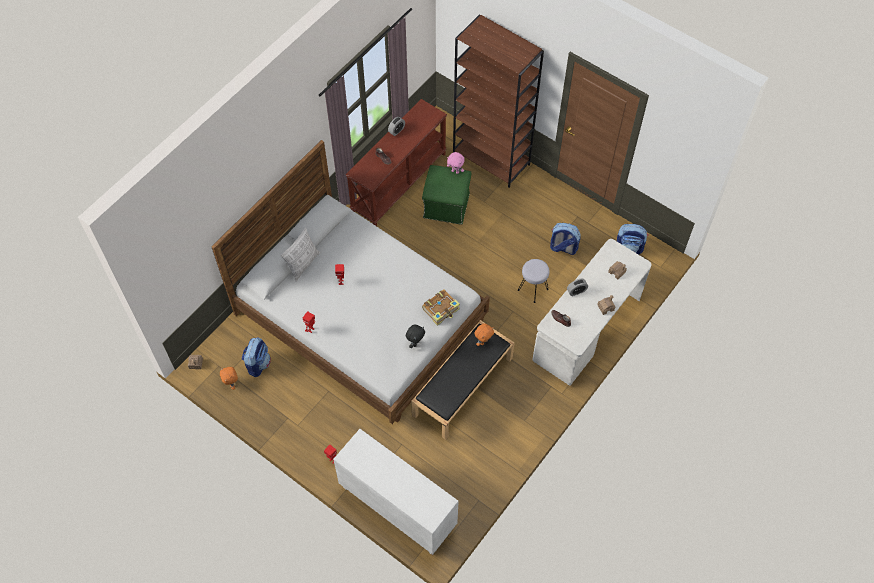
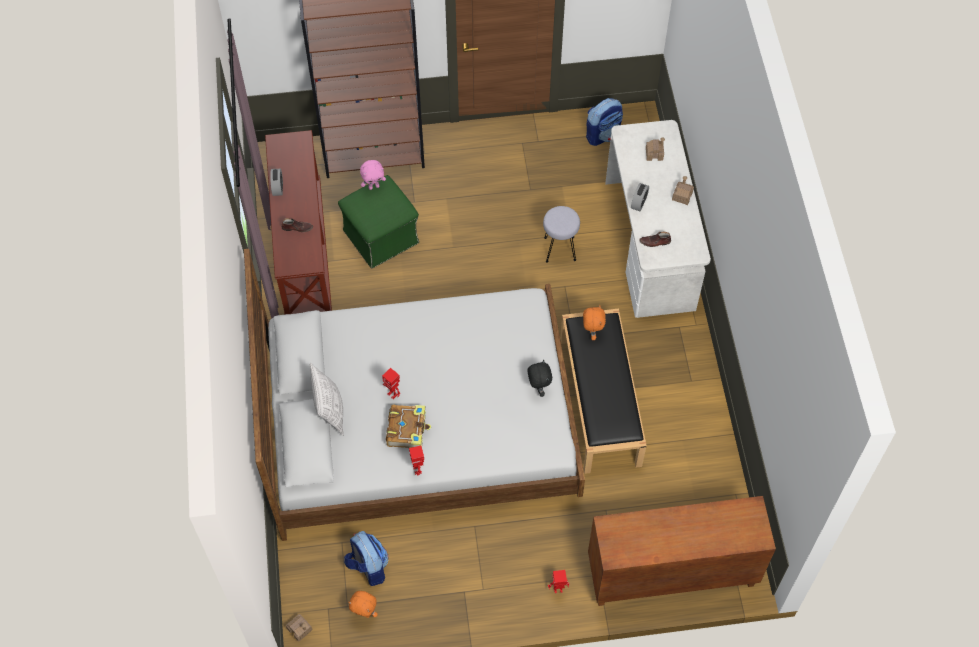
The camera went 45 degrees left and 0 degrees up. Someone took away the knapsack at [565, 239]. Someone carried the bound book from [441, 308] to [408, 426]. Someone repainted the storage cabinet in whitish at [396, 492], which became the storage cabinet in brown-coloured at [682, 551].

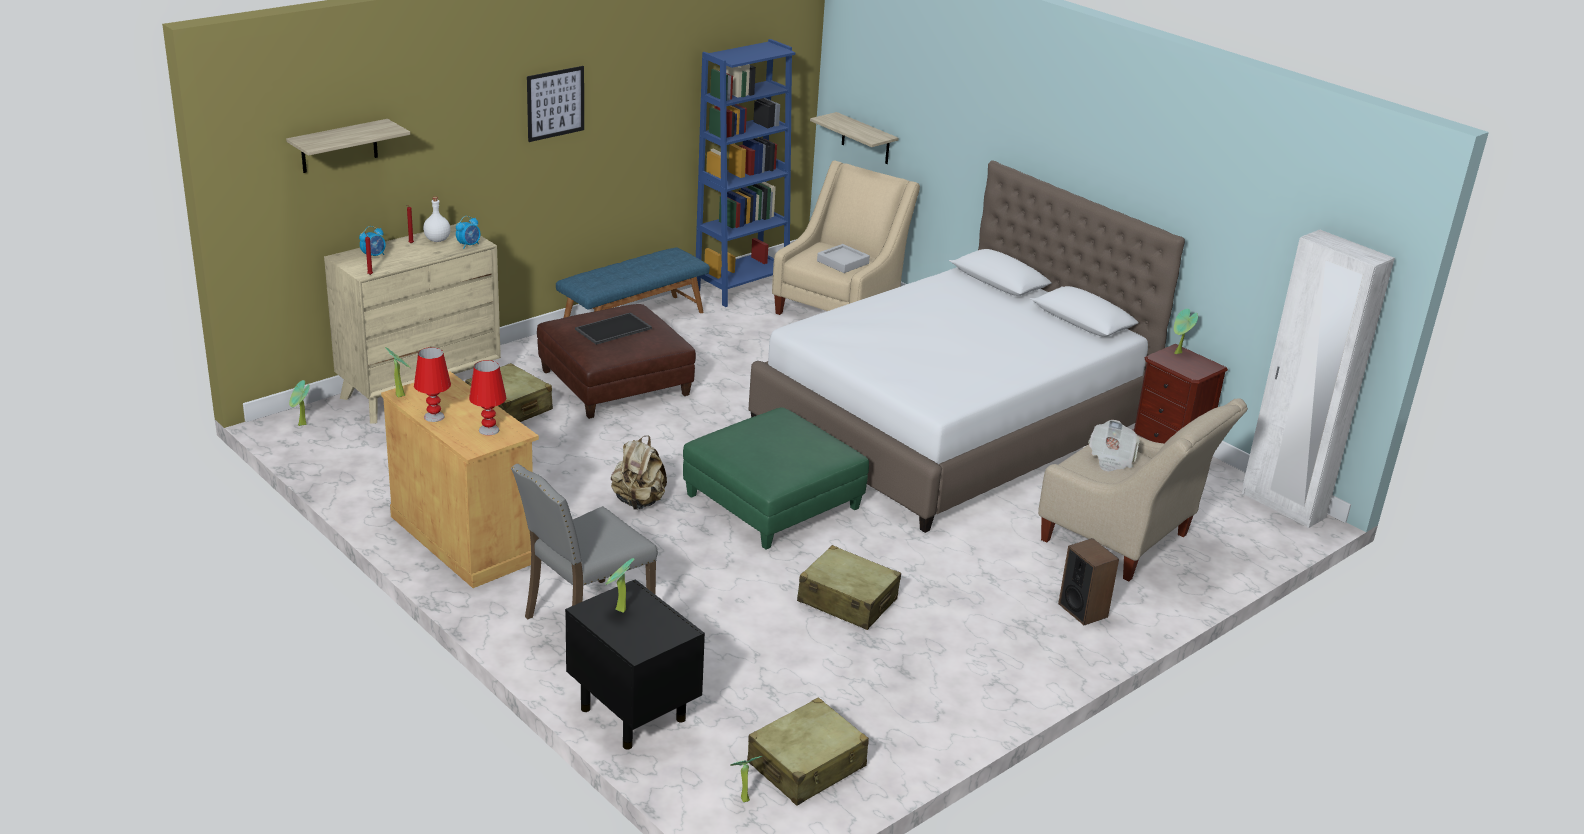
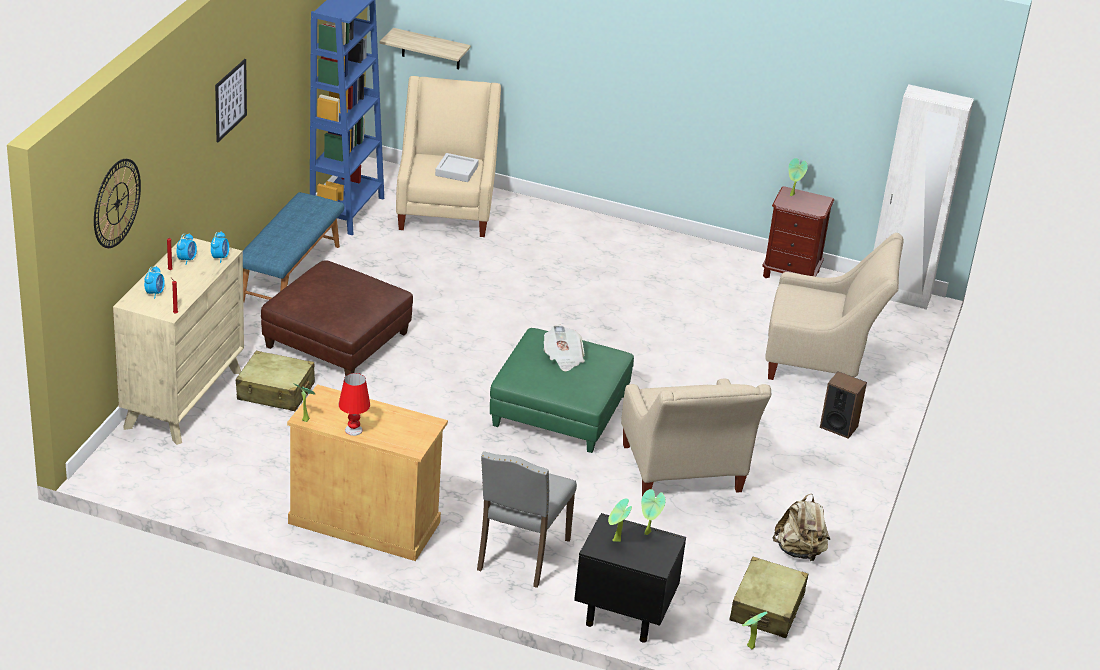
The camera went 30 degrees left and 5 degrees up. Someone took away the lamp for a table in reddish at [488, 397]. Someone took away the tray at [613, 328]. Someone took away the bed in whitish at [966, 347]. Someone carried the plant in a pot from [299, 403] to [653, 512]. Someone carried the knapsack in beige-coloured from [639, 472] to [801, 528]. Someone carried the daily paper from [1114, 445] to [564, 347]. Someone swapped the wall shelf at [348, 146] for the clock on the wall at [117, 203]. Someone swapped the beverage bottle in whitish at [437, 219] for the bedside clock at [186, 249]. Someone swapped the suitcase in beige-coloured at [849, 587] for the easy chair in beige-coloured at [696, 437].

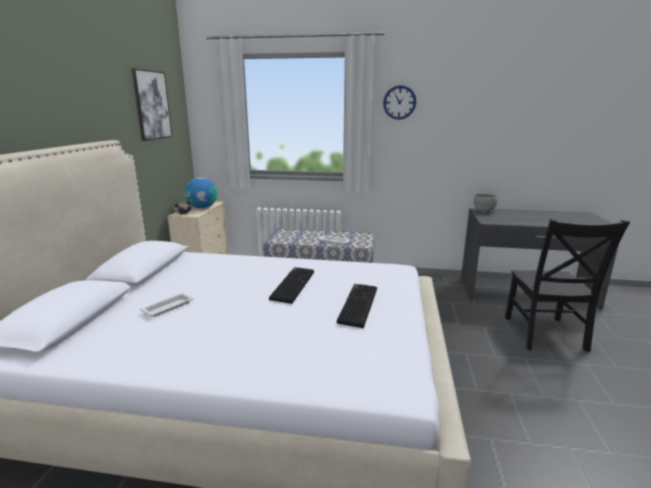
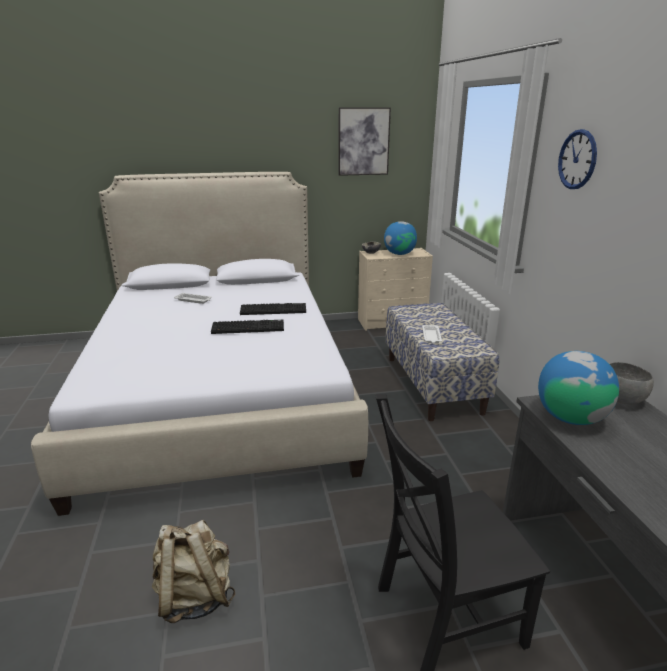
The camera went 70 degrees right and 5 degrees up. Someone put down the knapsack in beige-coloured at [193, 571]. Someone put down the globe at [578, 388]. Someone carried the PC keyboard from [357, 306] to [273, 309].

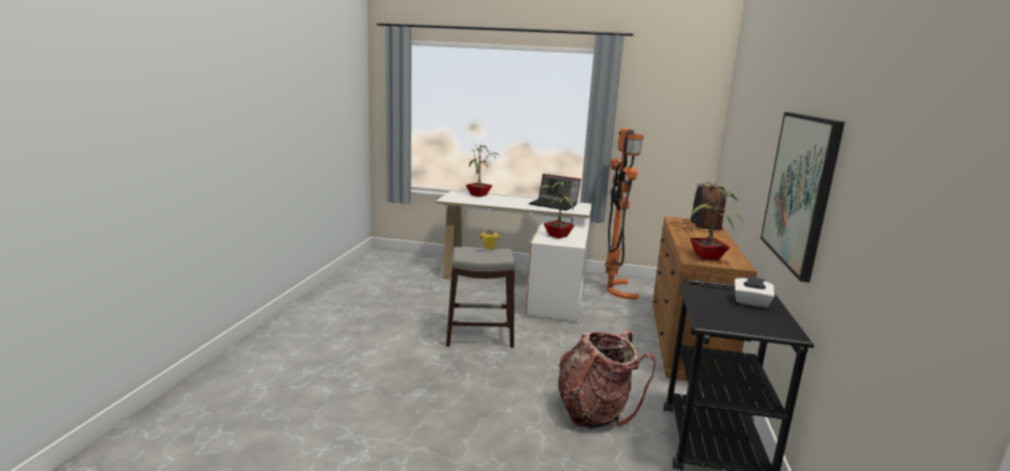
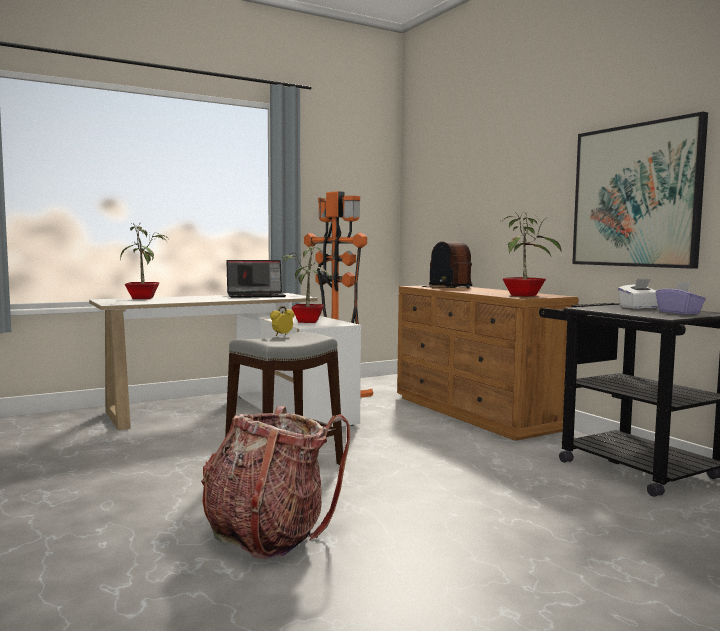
The camera went 40 degrees left and 10 degrees down. Someone put down the tissue box in purple-coloured at [680, 297]. Someone carried the knapsack from [607, 379] to [275, 482].

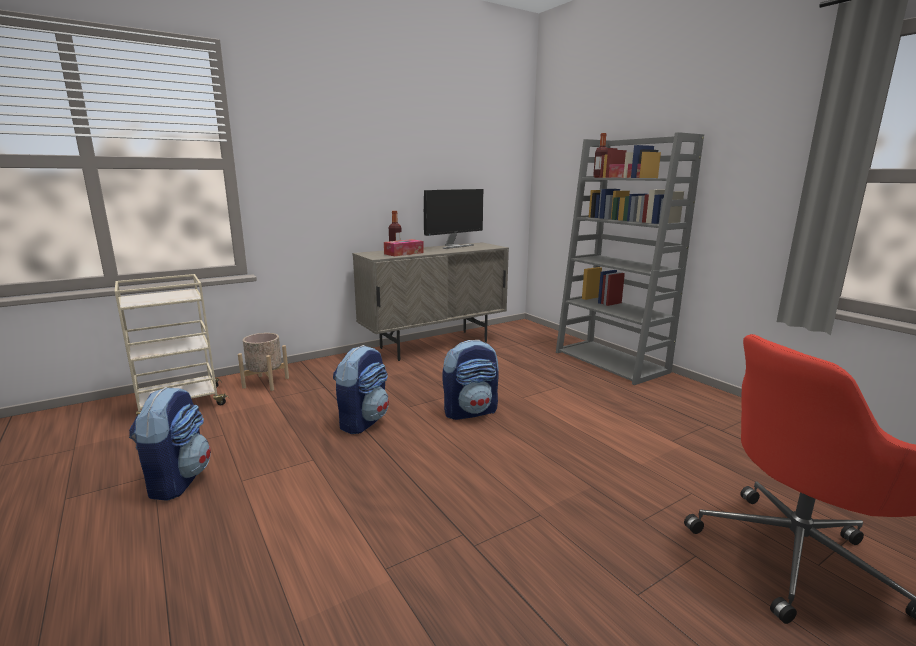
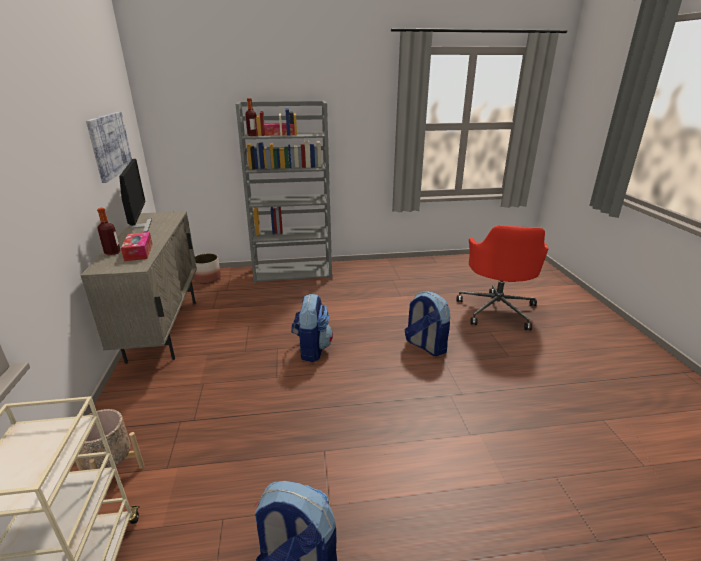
The camera went 65 degrees left and 10 degrees up. Someone put up the picture at [109, 147]. Someone put down the plant pot at [207, 268]. Someone carried the knapsack from [361, 389] to [427, 323].

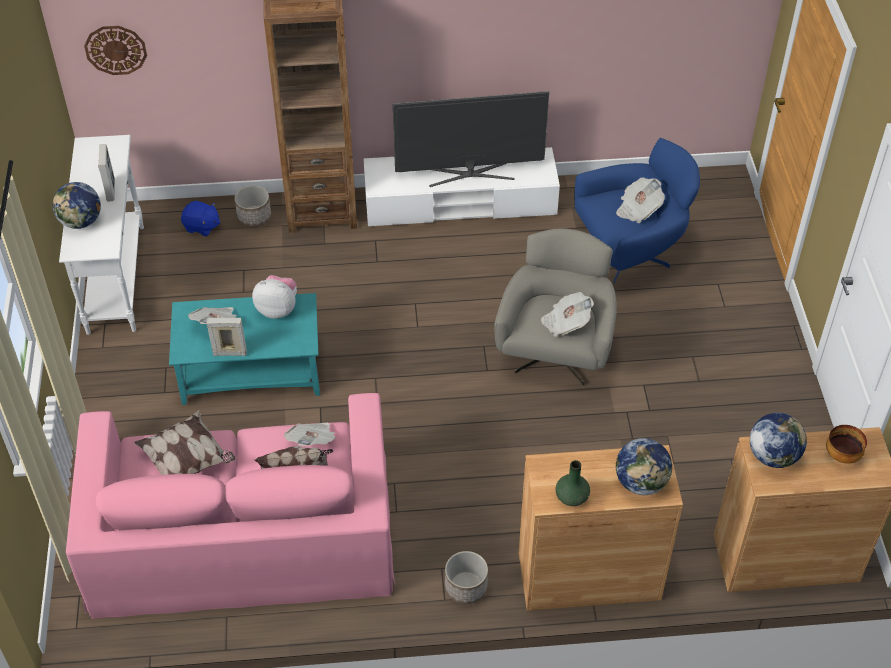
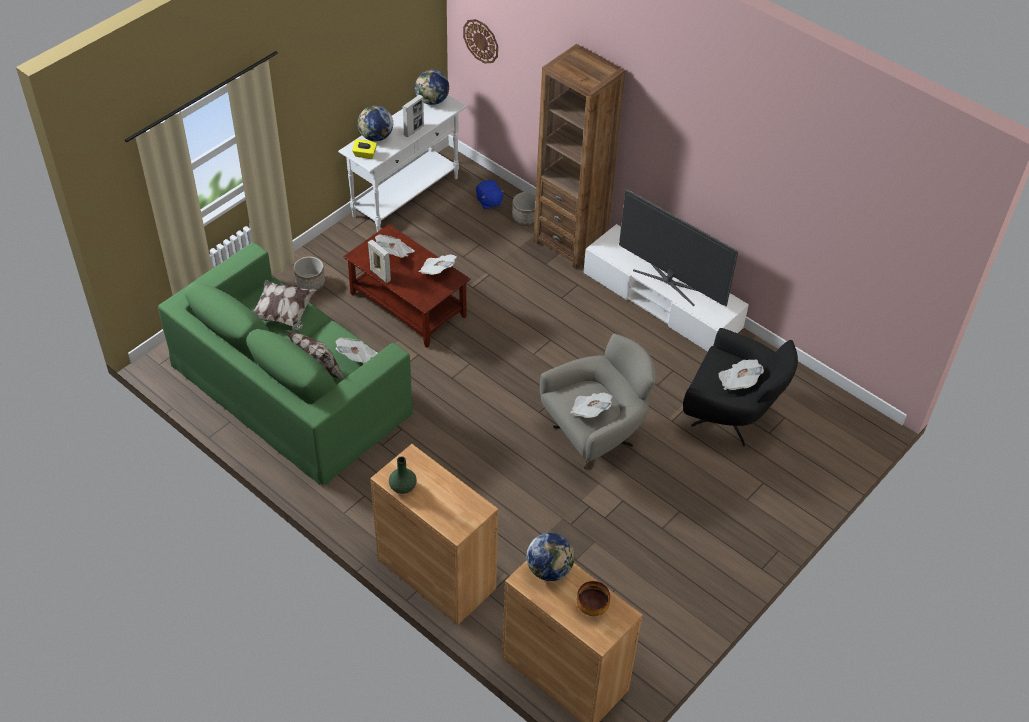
The camera went 45 degrees right and 0 degrees up. Someone put down the tissue box in yellow-coloured at [364, 149]. Someone carried the plant pot from [466, 577] to [309, 274]. Someone carried the globe from [644, 466] to [432, 87]. Someone swapped the cuddly toy at [274, 297] for the daily paper at [438, 264]. Someone repainted the sofa in pinkish at [231, 506], which became the sofa in green-coloured at [285, 363]. Someone repainted the low table in turquoise at [244, 349], which became the low table in brown-coloured at [406, 286]. Someone repainted the easy chair in blue-coloured at [637, 211], which became the easy chair in black at [740, 387].

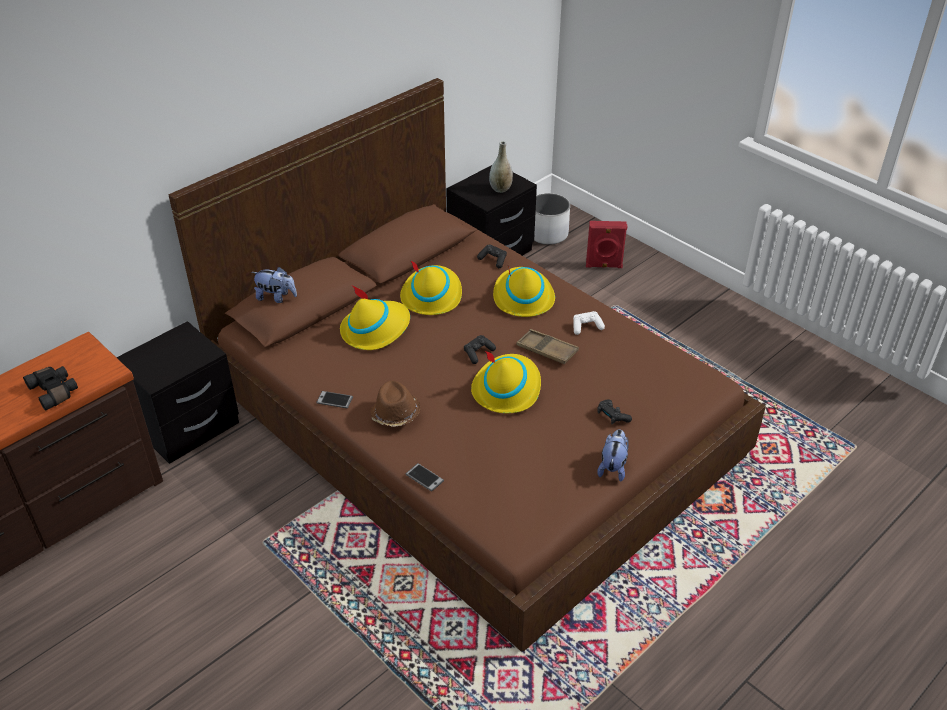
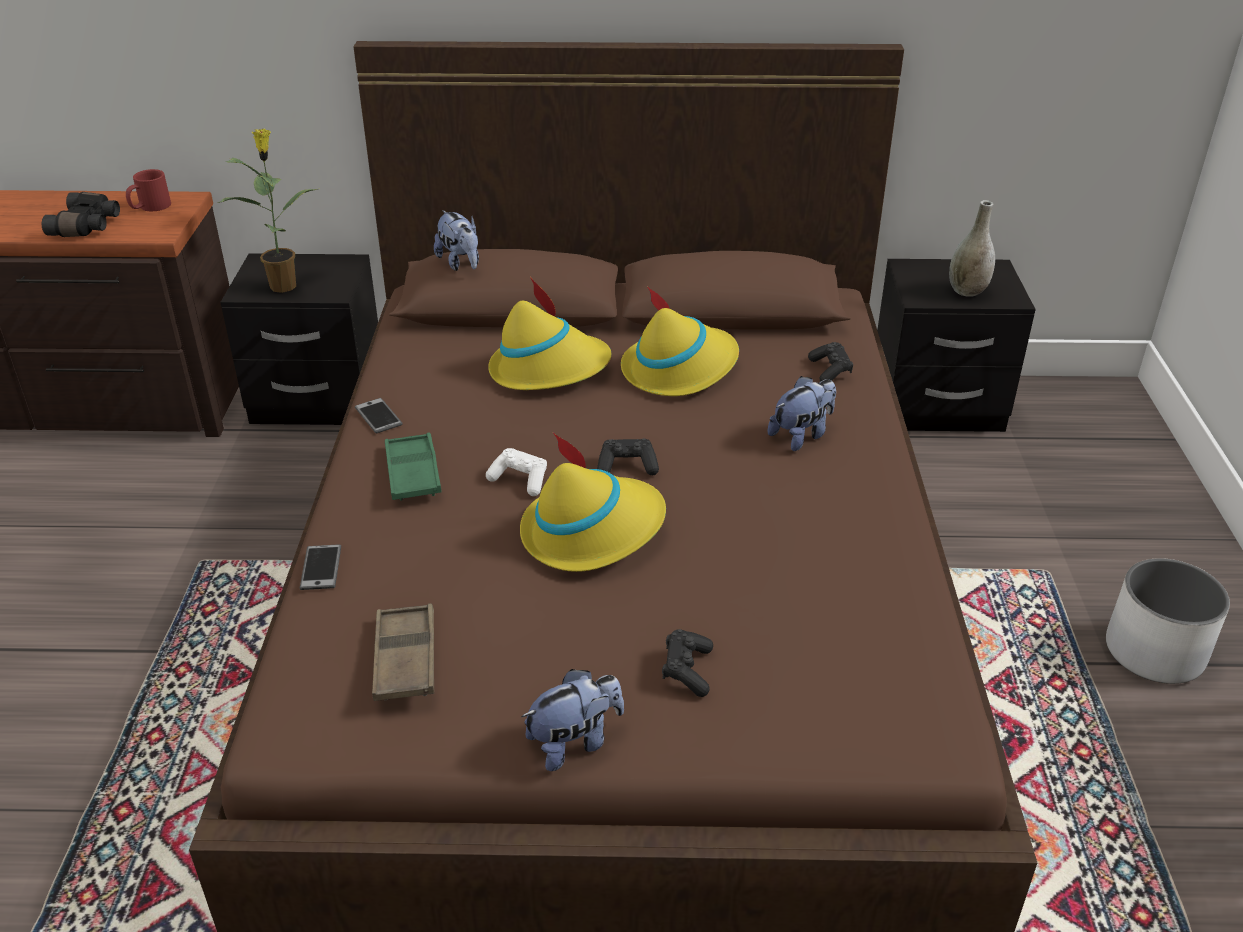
The camera went 45 degrees right and 5 degrees down. Someone took away the loudspeaker in reddish at [606, 244]. Someone put down the tea mug in reddish at [148, 190]. Someone put down the plant in a pot at [268, 211]. Someone carried the tray in brown-coloured from [547, 346] to [403, 652]. Someone carried the plant pot in whitish from [552, 219] to [1168, 621]. Someone carried the joypad in whitish from [589, 323] to [516, 472]. Someone swapped the hat in brown-coloured at [395, 403] for the tray in green-coloured at [413, 466]. Someone swapped the hat in yellow-coloured at [524, 291] for the cuddly toy at [802, 413].

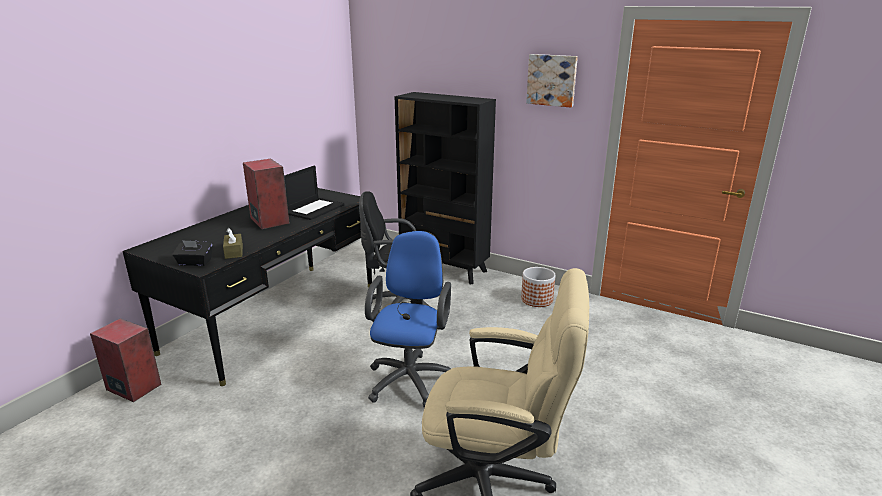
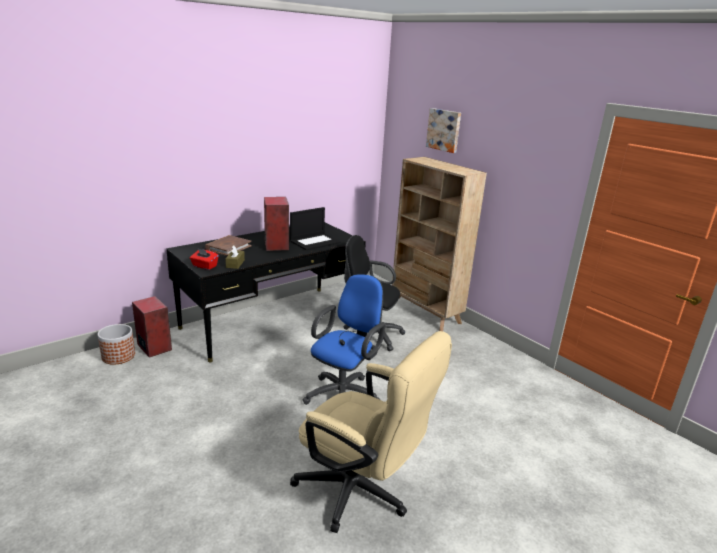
The camera went 20 degrees right and 0 degrees up. Someone put down the bound book in brown-coloured at [228, 245]. Someone carried the plant pot from [538, 287] to [116, 344]. Someone carried the picture from [552, 81] to [443, 130]. Someone repainted the tissue box in black at [192, 253], which became the tissue box in reddish at [204, 259]. Someone repainted the bookshelf in black at [445, 188], which became the bookshelf in beige-coloured at [439, 244].

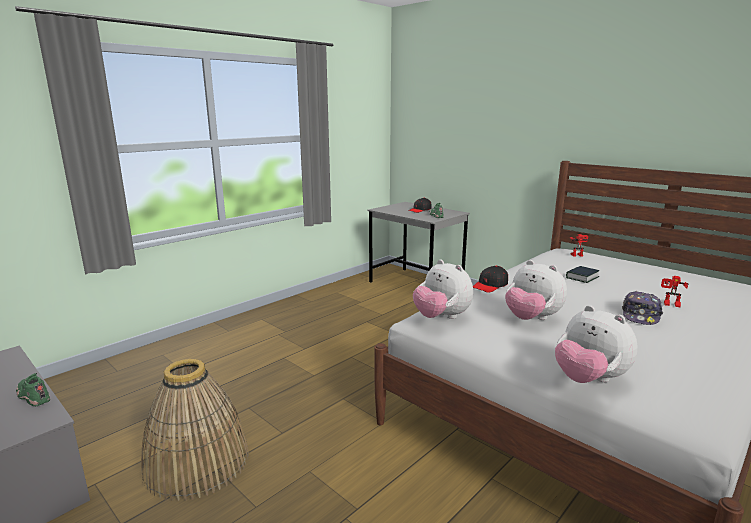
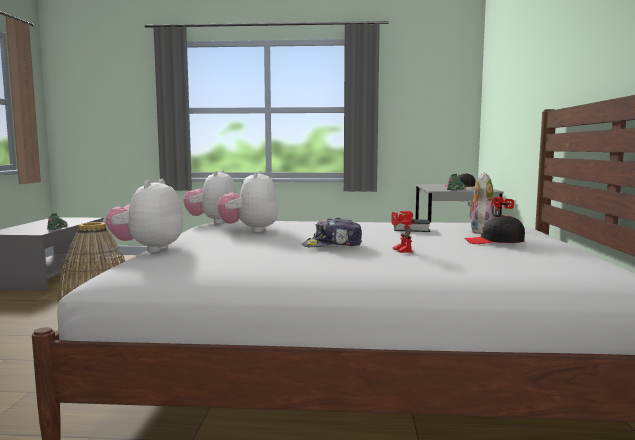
The camera went 50 degrees right and 10 degrees down. Someone put down the cuddly toy at [481, 203]. Someone carried the cap in black from [490, 279] to [494, 229].

